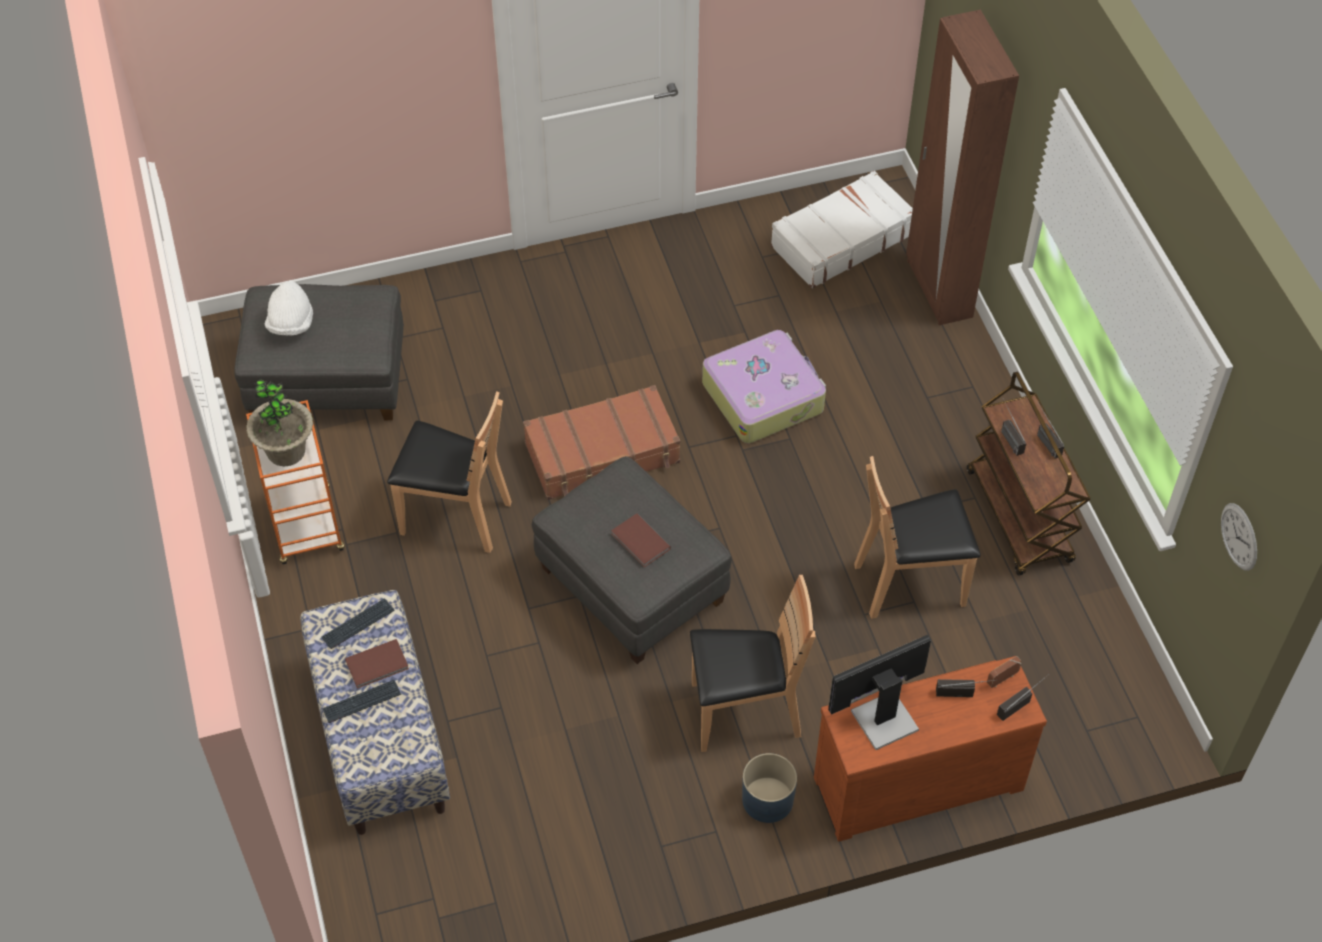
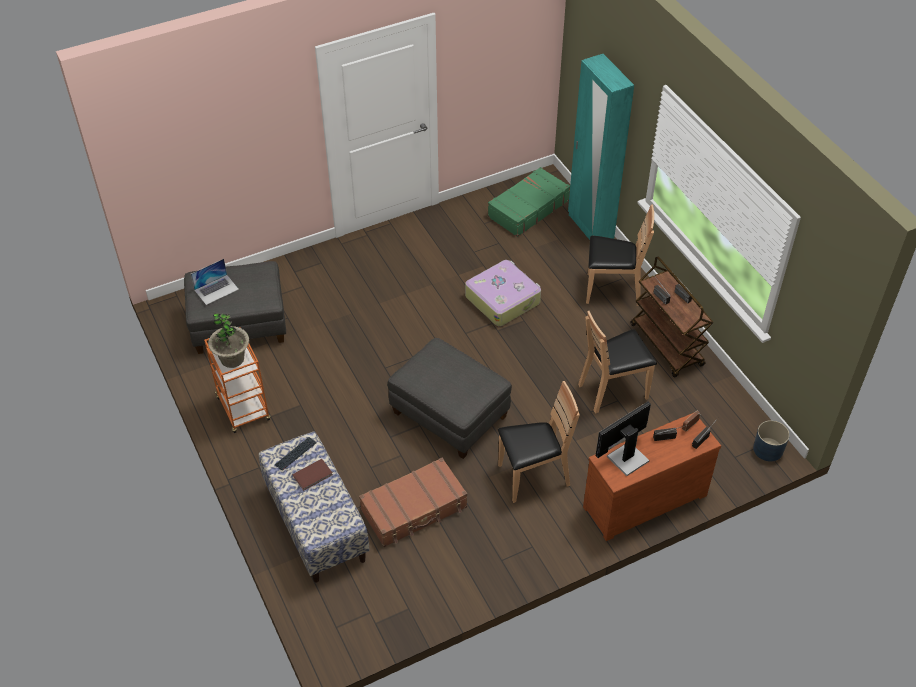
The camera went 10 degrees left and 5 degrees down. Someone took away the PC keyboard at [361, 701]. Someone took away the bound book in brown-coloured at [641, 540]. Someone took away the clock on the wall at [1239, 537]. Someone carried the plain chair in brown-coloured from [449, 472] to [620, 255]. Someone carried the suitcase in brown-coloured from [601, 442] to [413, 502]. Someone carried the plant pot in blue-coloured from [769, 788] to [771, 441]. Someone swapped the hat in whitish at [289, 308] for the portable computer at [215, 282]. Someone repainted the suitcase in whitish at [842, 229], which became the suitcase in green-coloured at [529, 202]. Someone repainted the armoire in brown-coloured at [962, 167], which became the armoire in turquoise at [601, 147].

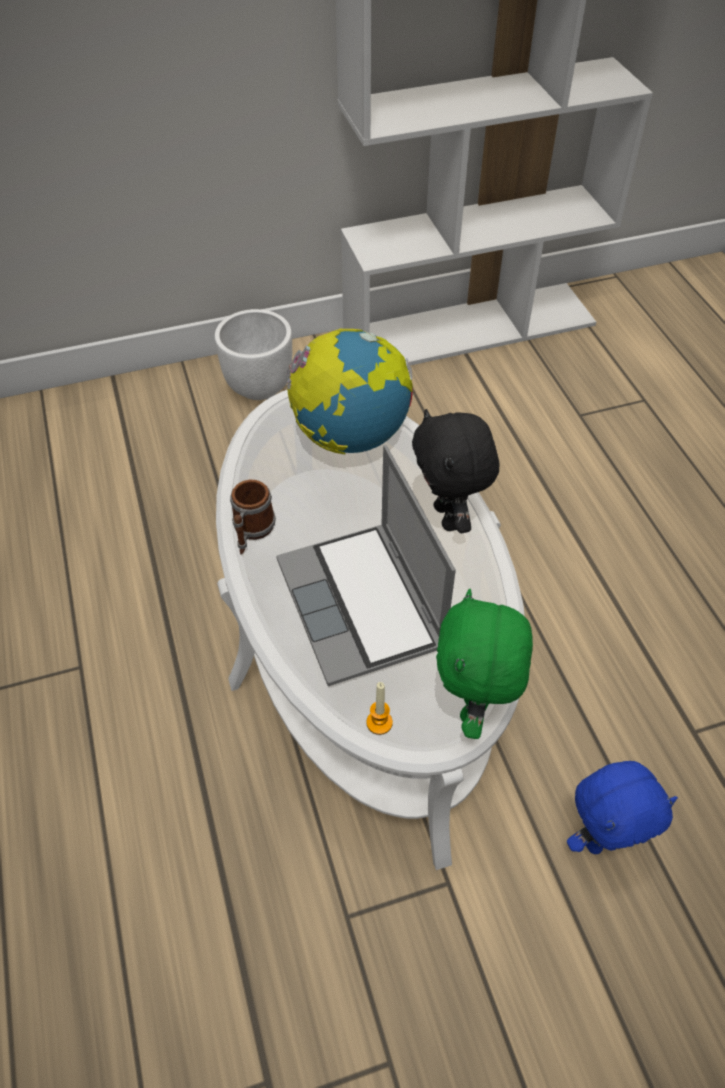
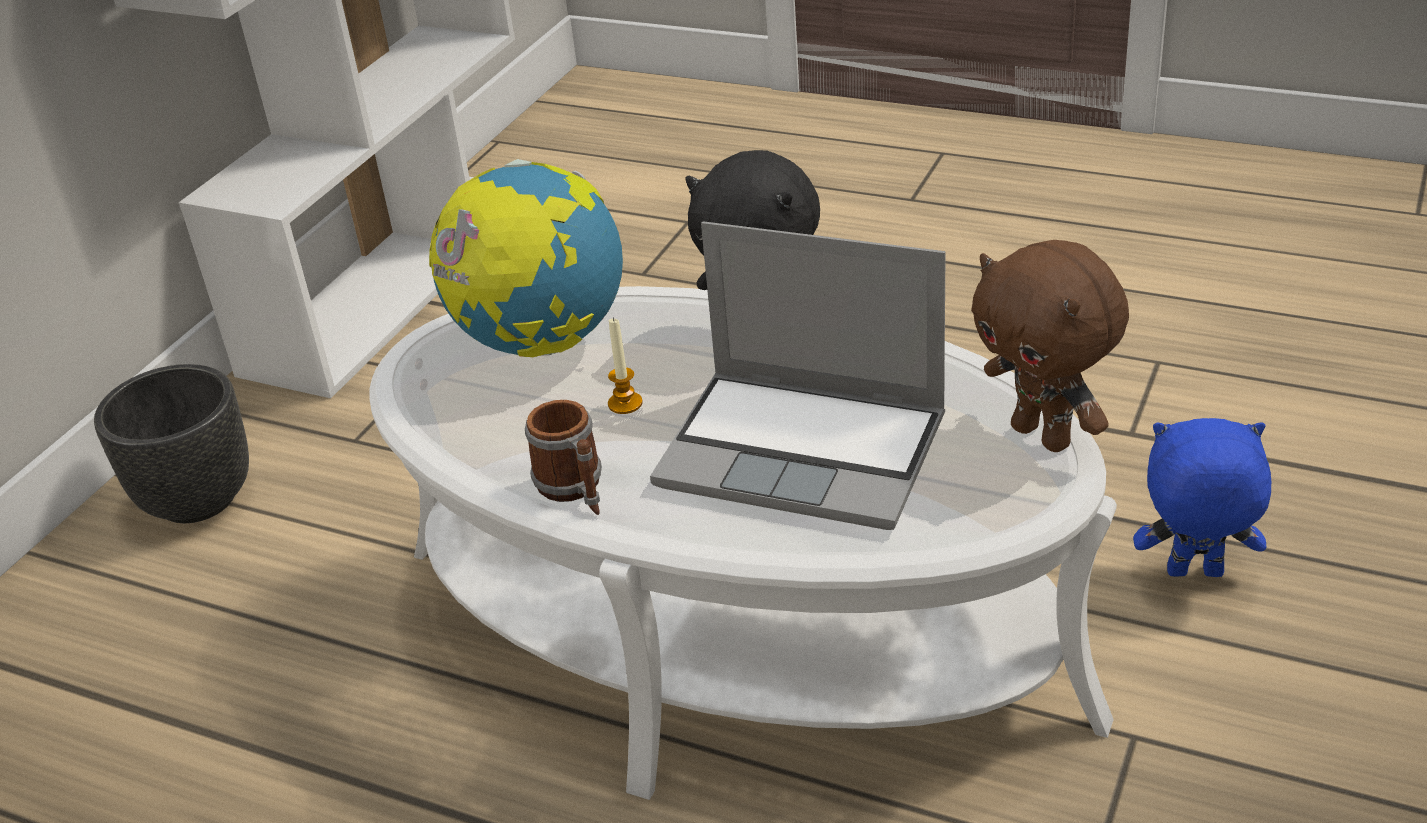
The camera went 45 degrees left and 15 degrees down. Someone carried the wax candle from [379, 708] to [625, 365]. Someone repainted the plant pot in whitish at [253, 354], which became the plant pot in black at [171, 443]. Someone repainted the cuddly toy in green-coloured at [484, 664], which became the cuddly toy in brown-coloured at [1050, 346]. Someone rotated the cuddly toy in blue-coloured at [622, 807] by 105 degrees counterclockwise.

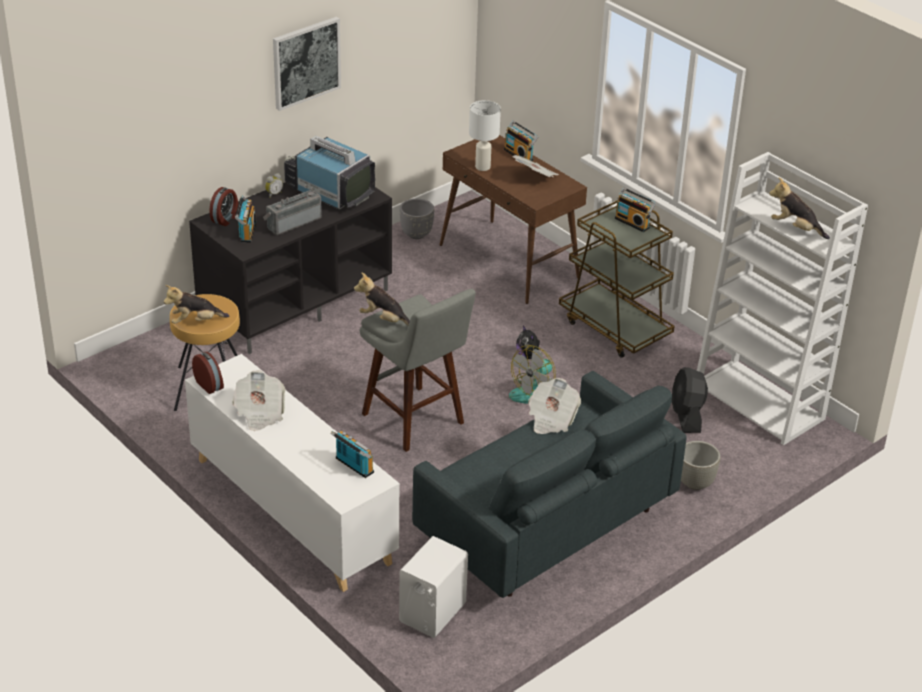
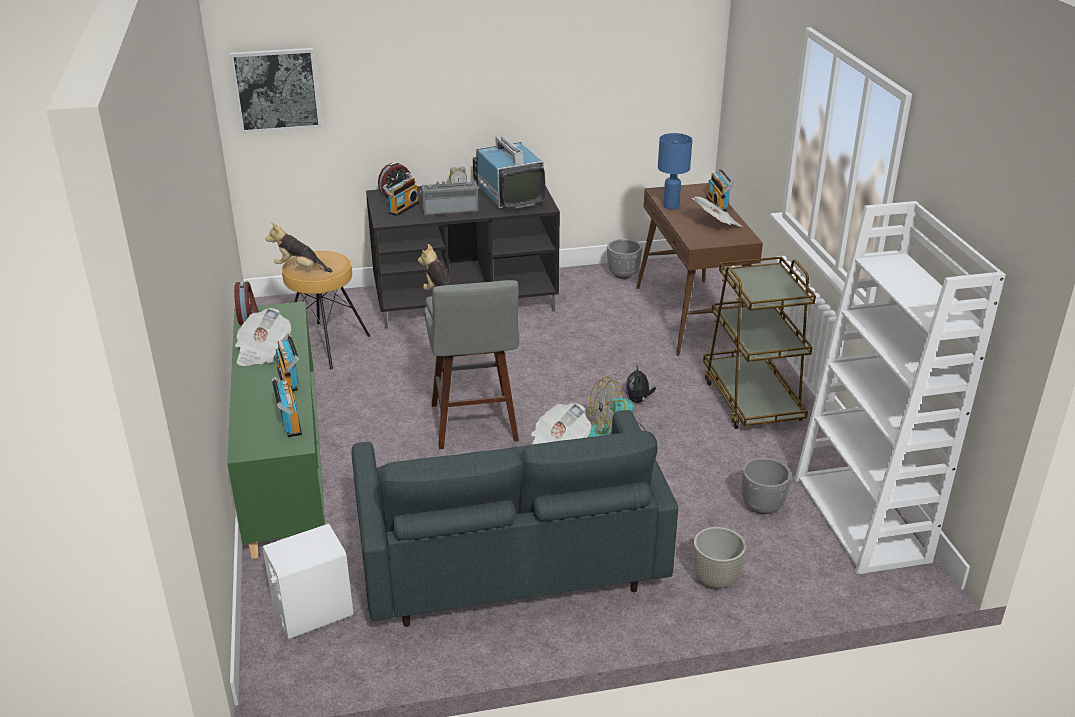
The camera went 30 degrees right and 5 degrees down. Someone took away the cuddly toy at [799, 208]. Someone carried the picture from [307, 64] to [276, 90]. Someone carried the radio set from [635, 210] to [287, 362]. Someone swapped the electric fan in black at [690, 400] for the plant pot in greyish at [766, 486]. Someone repainted the storage cabinet in whitish at [292, 473], which became the storage cabinet in green-coloured at [276, 430]. Someone repainted the lamp for a table in whitish at [485, 135], which became the lamp for a table in blue-coloured at [675, 171].

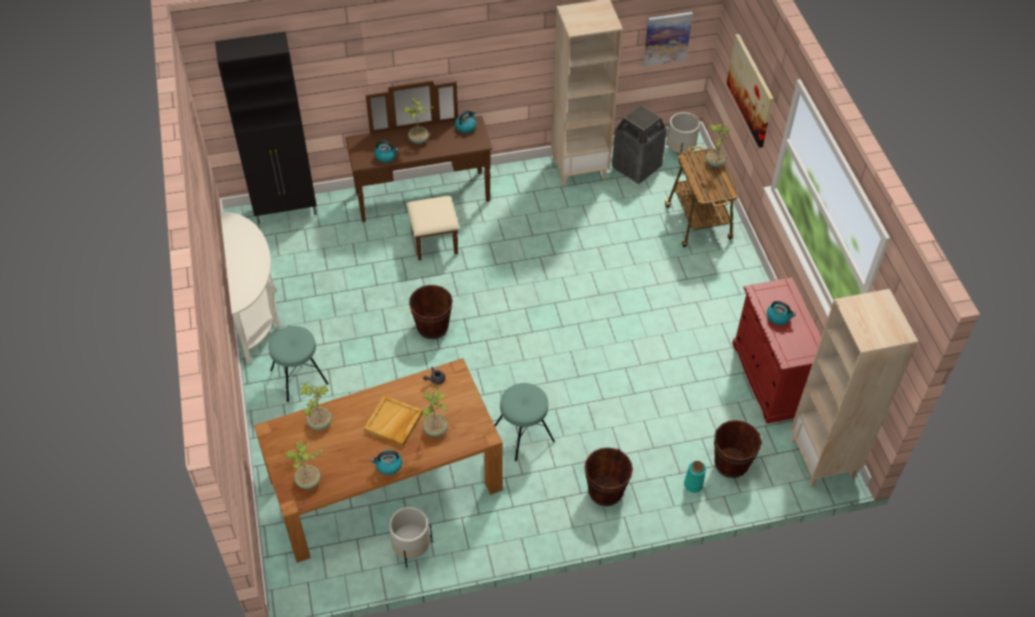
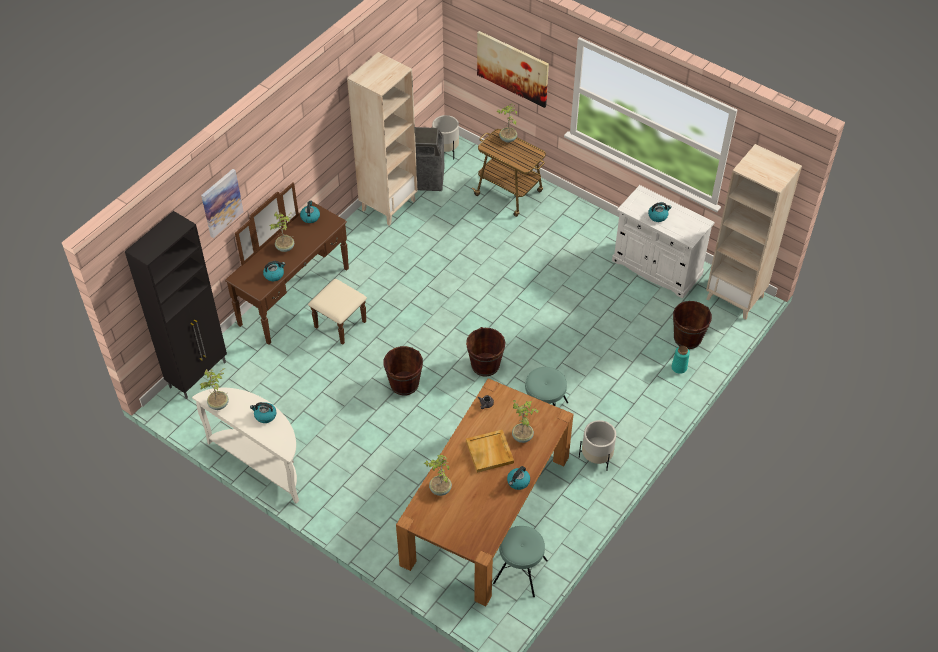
The camera went 40 degrees left and 0 degrees up. Someone put down the tea kettle at [263, 412]. Someone carried the stool in turquoise from [298, 364] to [520, 561]. Someone carried the plant in a pot from [305, 464] to [214, 389]. Someone carried the plant pot in whitish from [411, 537] to [597, 445]. Someone carried the bucket in brown-coloured from [608, 476] to [485, 352]. Someone carried the picture from [668, 39] to [222, 203]. Someone repainted the storage cabinet in reddish at [776, 350], which became the storage cabinet in whitish at [663, 242].

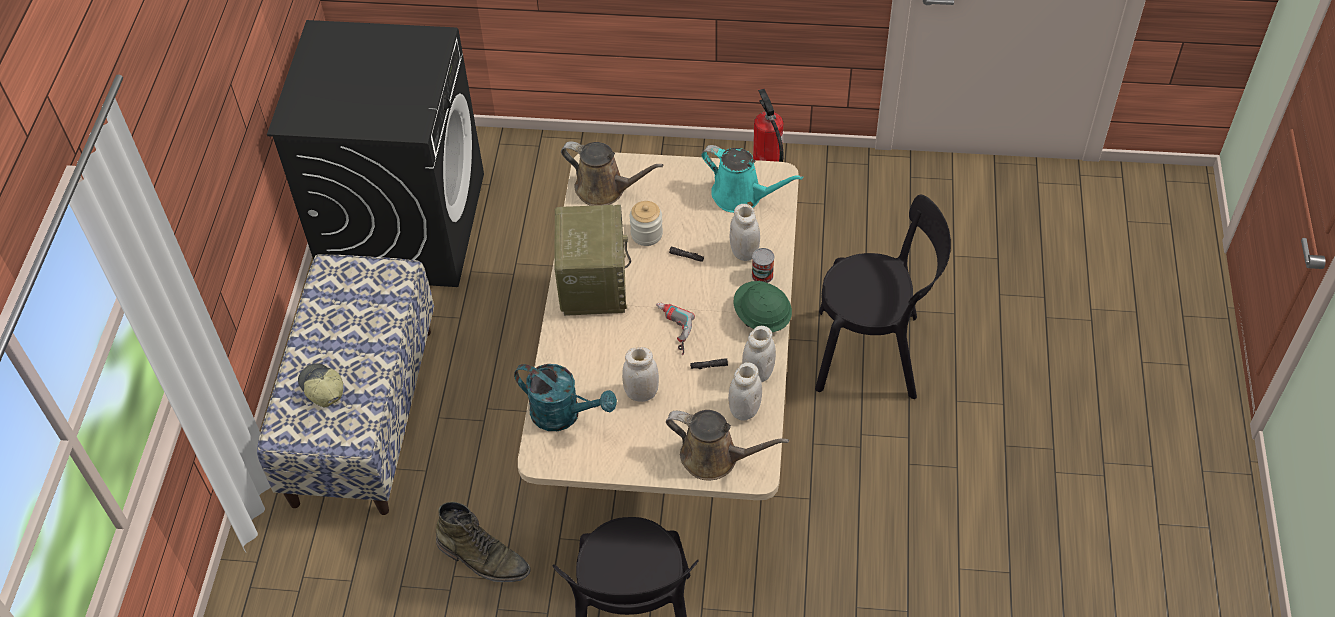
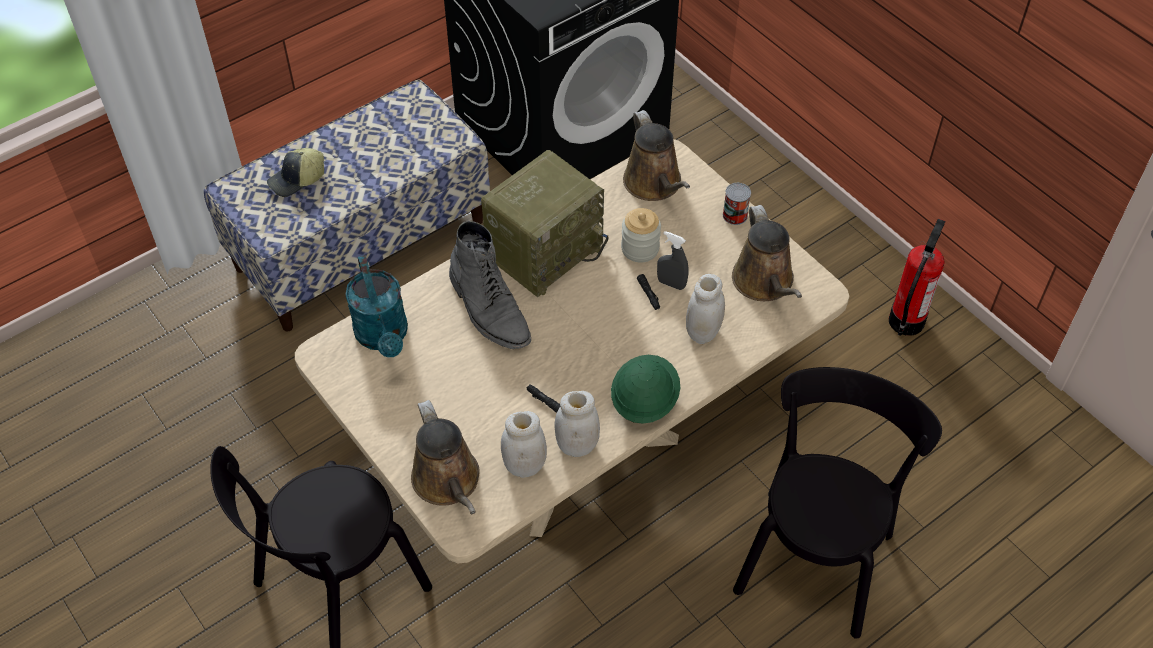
The camera went 45 degrees right and 0 degrees up. Someone took away the tall boot in green-coloured at [483, 542]. Someone took away the jar in whitish at [640, 374]. Someone took away the electric drill at [675, 329]. Someone put down the tall boot in greyish at [490, 285]. Someone put down the sprayer in greyish at [673, 260]. Someone carried the sealed can from [763, 265] to [737, 204]. Someone repainted the watering pot in turquoise at [752, 179], which became the watering pot in brown-coloured at [767, 253]. Someone rotated the cap at [320, 385] by 135 degrees counterclockwise. Someone rotated the plain chair in black at [883, 297] by 120 degrees counterclockwise.

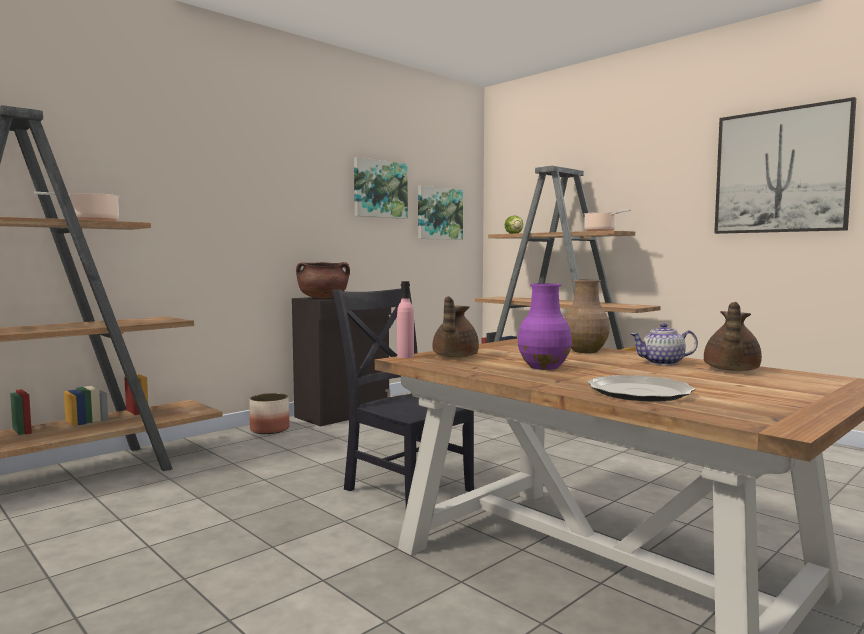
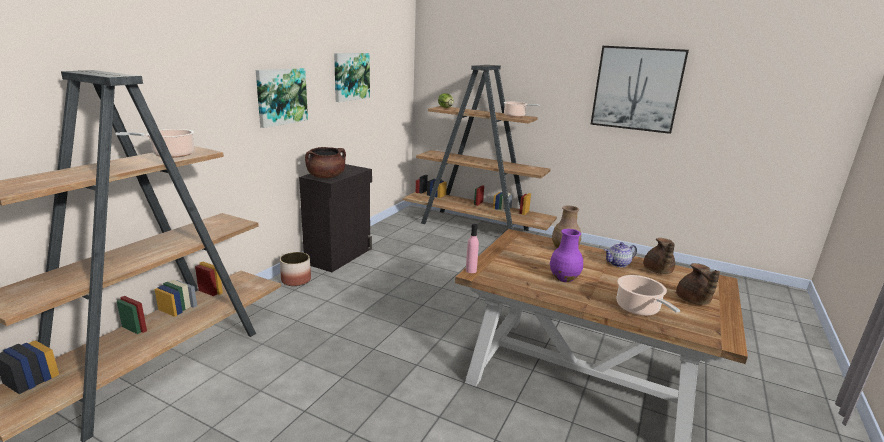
The camera went 20 degrees left and 15 degrees up. Someone took away the plain chair in black at [403, 396]. Someone carried the picture from [440, 213] to [282, 98]. Someone carried the teapot in brown-coloured from [455, 327] to [698, 284]. Someone swapped the plate at [641, 388] for the stockpot at [648, 295].

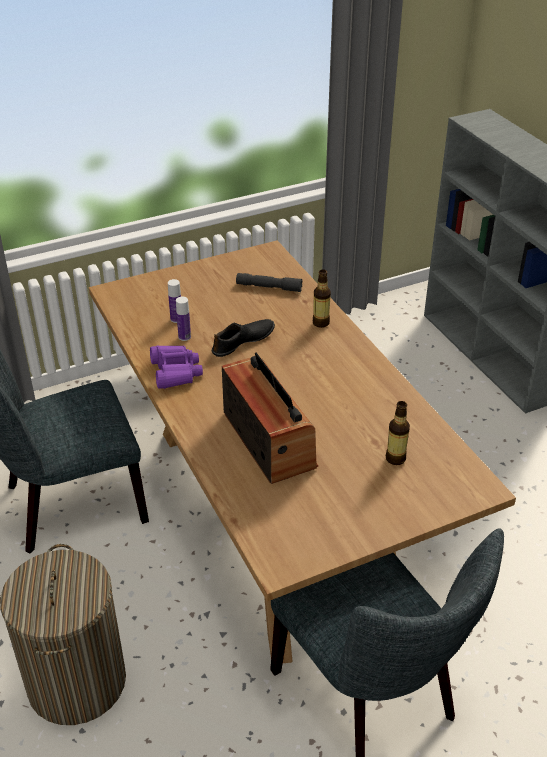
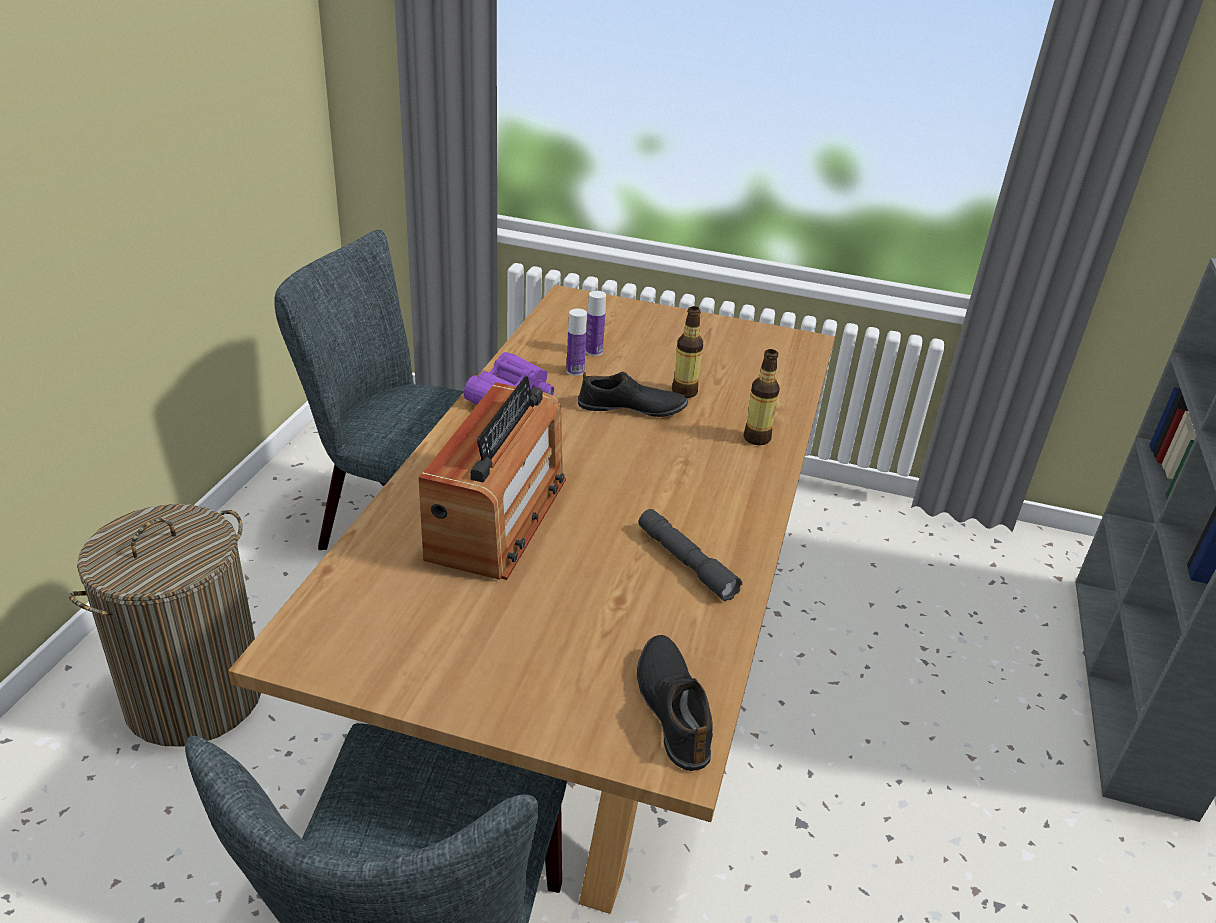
The camera went 40 degrees right and 5 degrees down. Someone put down the item of footwear in black at [675, 703]. Someone carried the torch in greyish from [269, 282] to [690, 555]. Someone carried the beverage bottle from [398, 433] to [687, 352].

